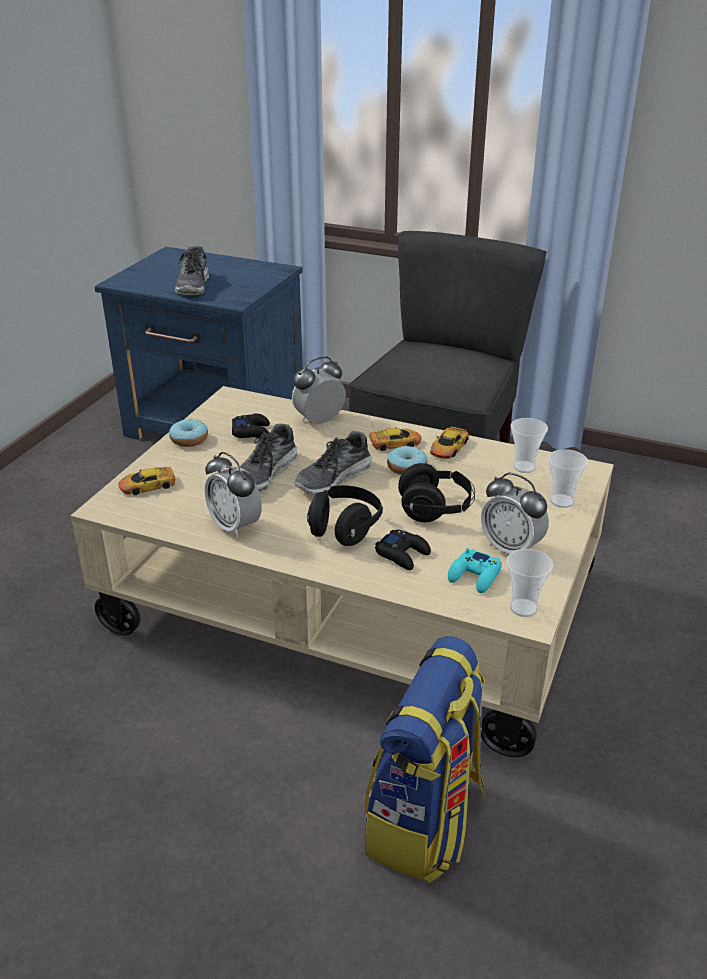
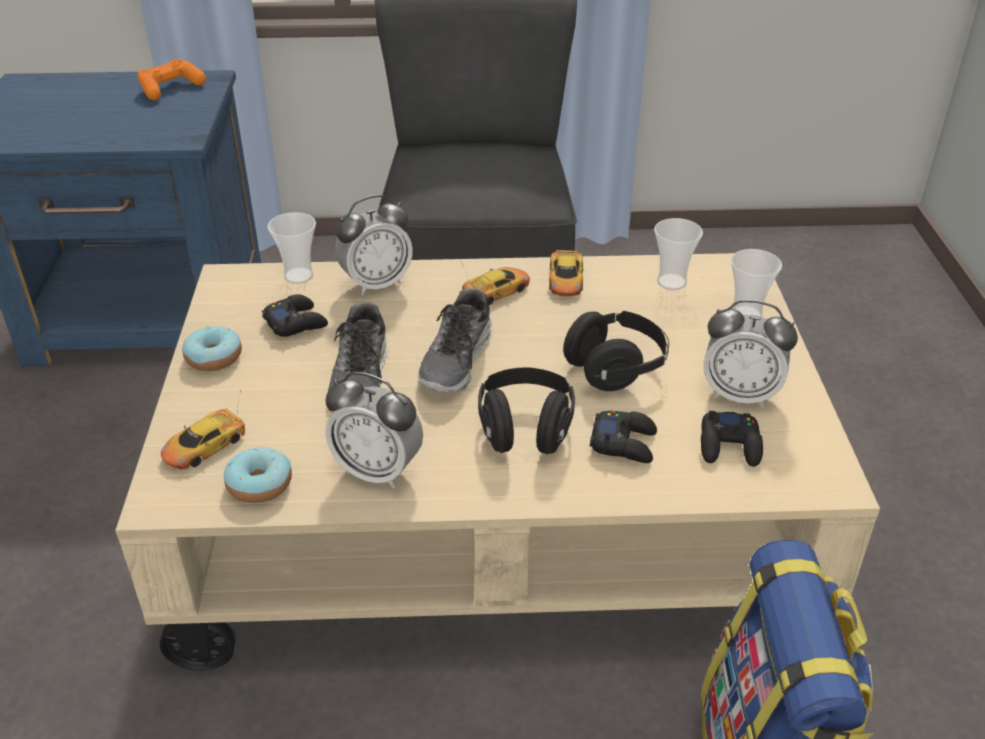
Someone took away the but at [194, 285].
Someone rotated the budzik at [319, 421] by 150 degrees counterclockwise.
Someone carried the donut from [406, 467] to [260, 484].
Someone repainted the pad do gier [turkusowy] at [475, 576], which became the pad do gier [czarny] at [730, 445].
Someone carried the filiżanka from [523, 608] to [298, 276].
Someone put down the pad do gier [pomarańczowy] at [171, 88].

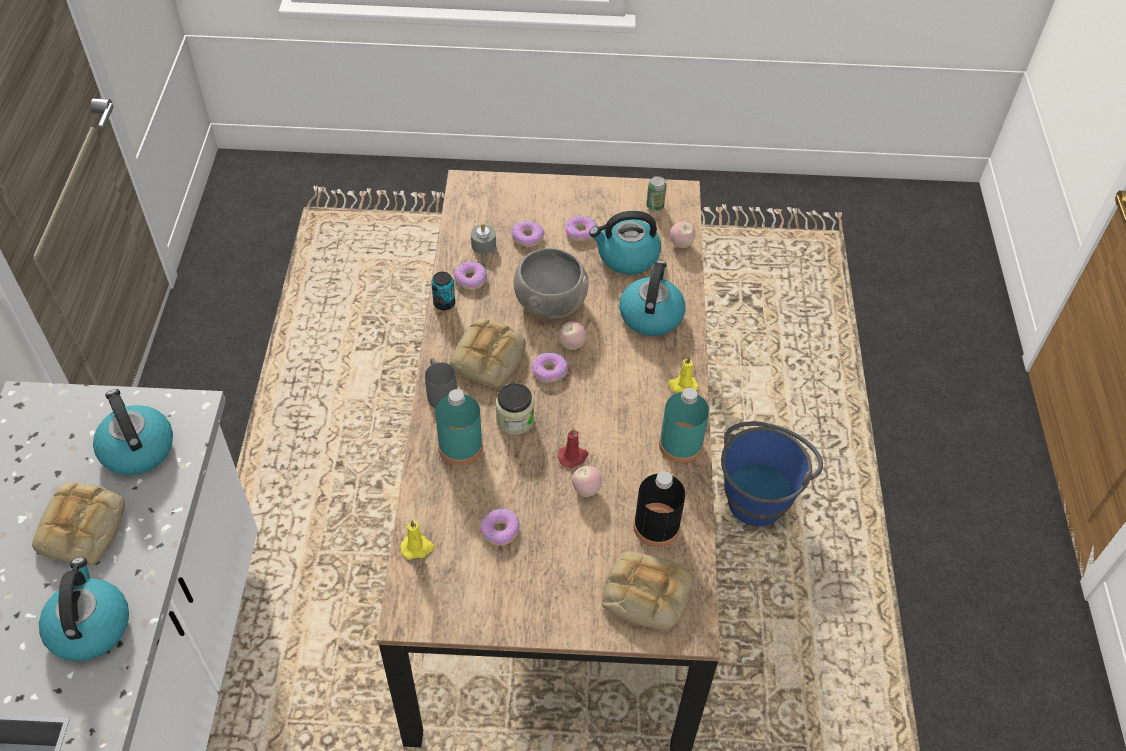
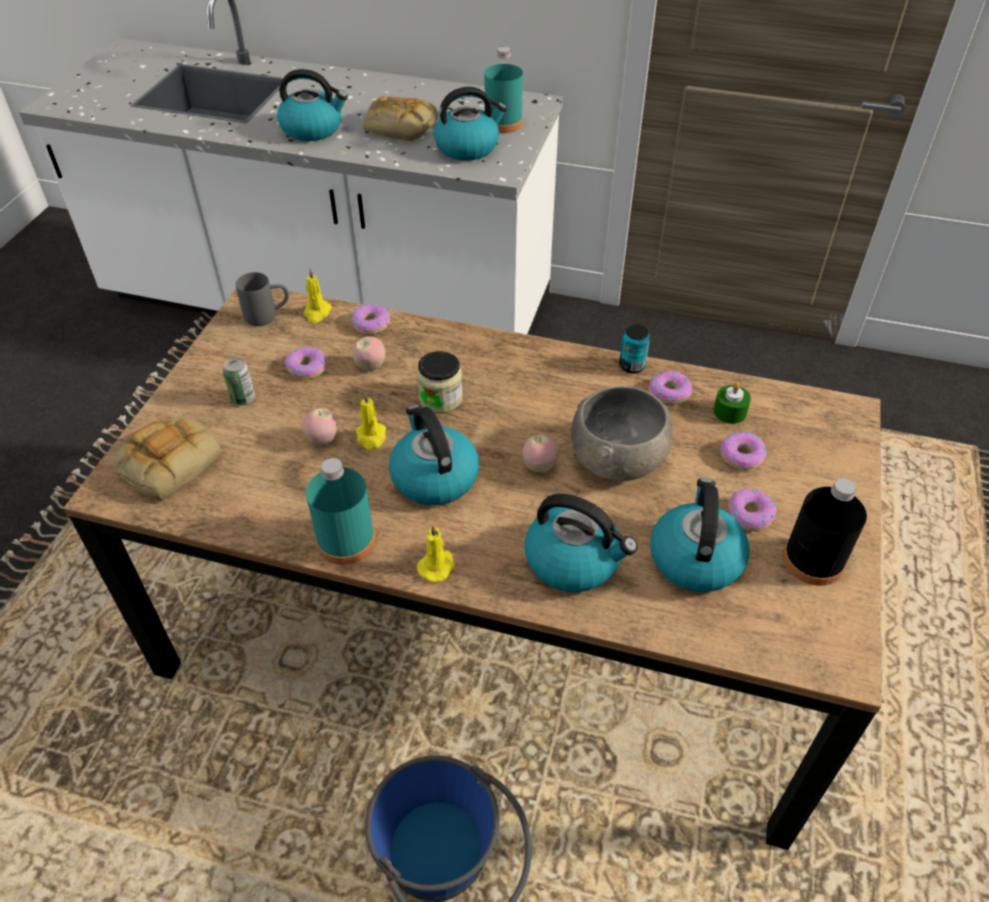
Someone carried the puszka from [655, 206] to [243, 398].
Someone carried the jabłko from [681, 244] to [370, 366].
Someone repainted the świeca [szary] at [483, 245], which became the świeca [zielony] at [729, 412].
Someone took away the chleb at [489, 359].
Someone carried the donut from [549, 371] to [371, 324].
Someone carried the kubek [szary] from [440, 393] to [268, 316].
Someone carried the butelka [turkusowy] from [460, 446] to [503, 123].
Someone repainted the świeca [czerwony] at [573, 456], which became the świeca [żółty] at [371, 437].
Someone carried the butelka [czarny] from [656, 526] to [813, 560].
Someone put down the czajnik at [433, 477].

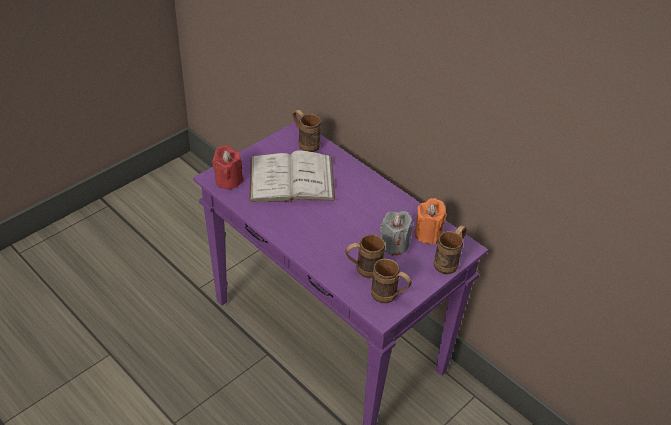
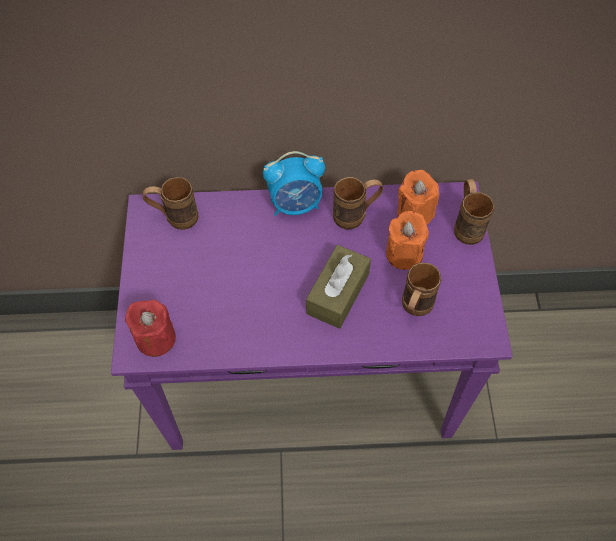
Someone took away the książka [biały] at [291, 179].
Someone repainted the świeca [szary] at [394, 245], which became the świeca [pomarańczowy] at [404, 254].
Someone carried the kubek [brązowy] from [389, 297] to [356, 216].
Someone put down the budzik at [296, 205].
Someone put down the pudełko chusteczek [brązowy] at [338, 293].

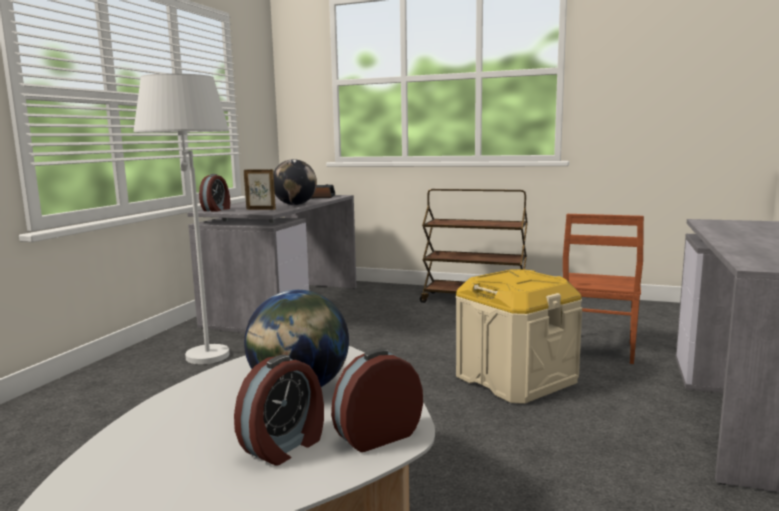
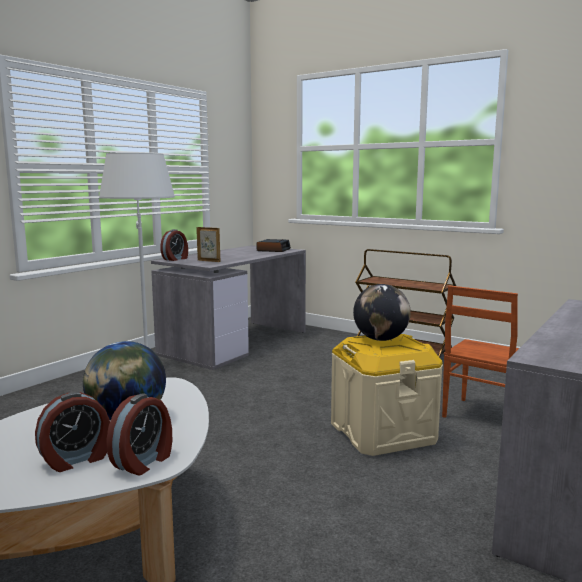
Someone carried the globus from [295, 204] to [380, 339].
Someone rotated the budzik at [376, 435] by 135 degrees clockwise.

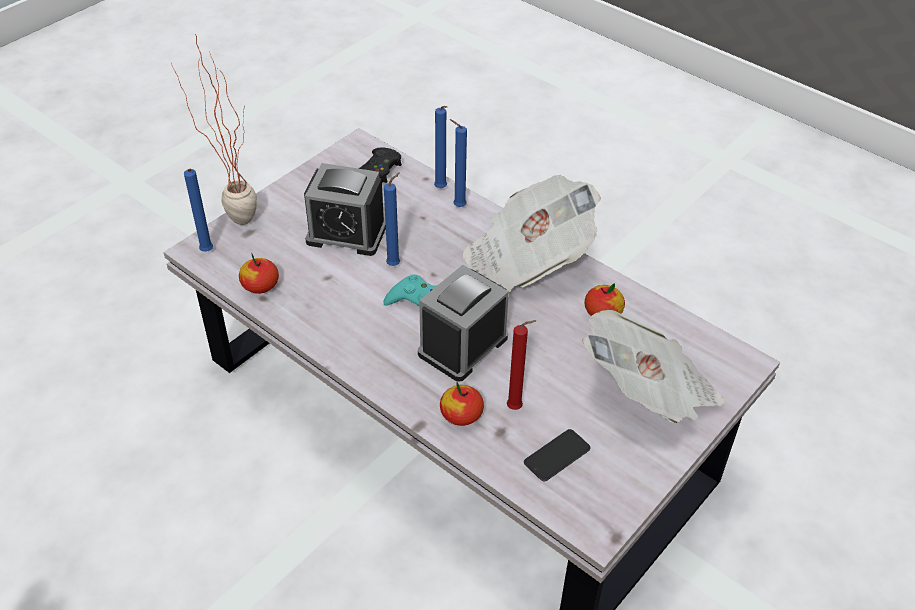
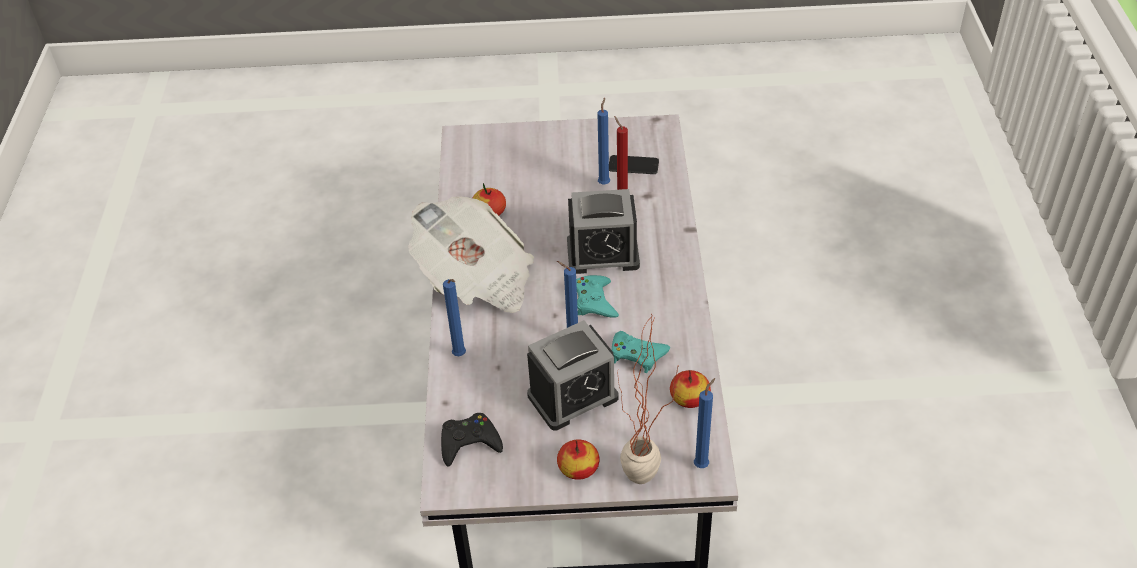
Someone carried the świeca [niebieski] from [441, 189] to [604, 183].
Someone rotated the budzik at [346, 233] by 90 degrees clockwise.
Someone took away the gazeta at [649, 392].
Someone carried the jabłko from [461, 415] to [578, 468].
Someone put down the pad do gier [turkusowy] at [637, 355].

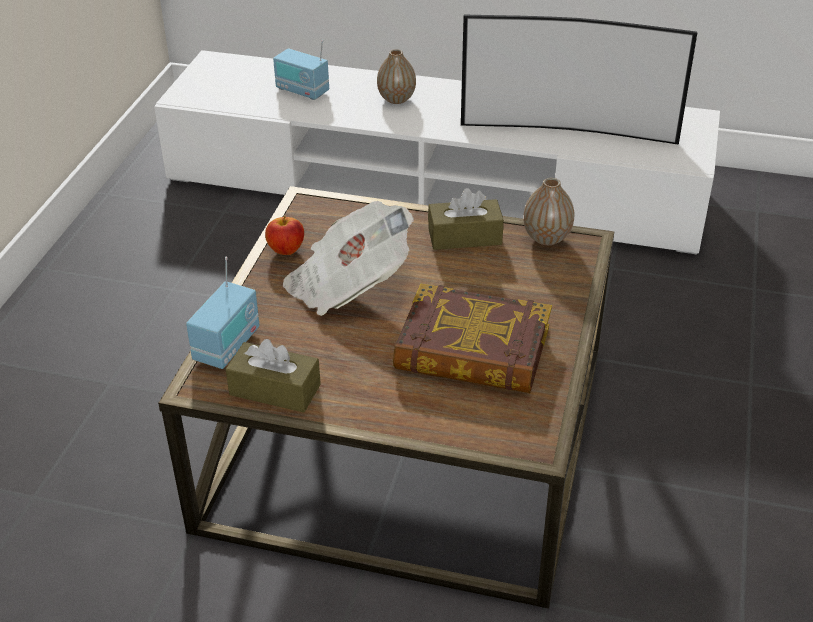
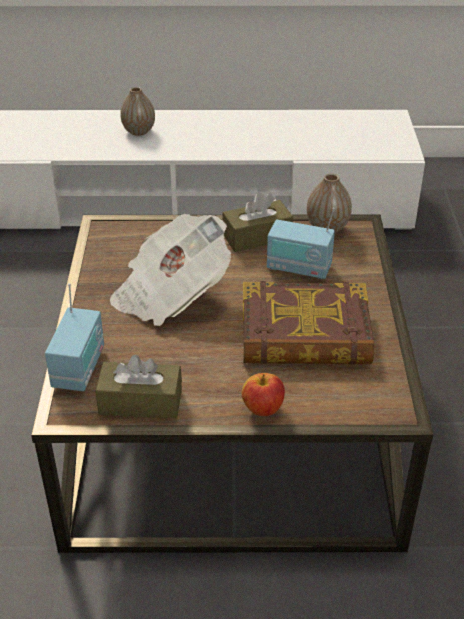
Someone took away the telewizor at [568, 129].
Someone carried the radio from [302, 91] to [299, 268].
Someone carried the jabłko from [286, 250] to [263, 408].

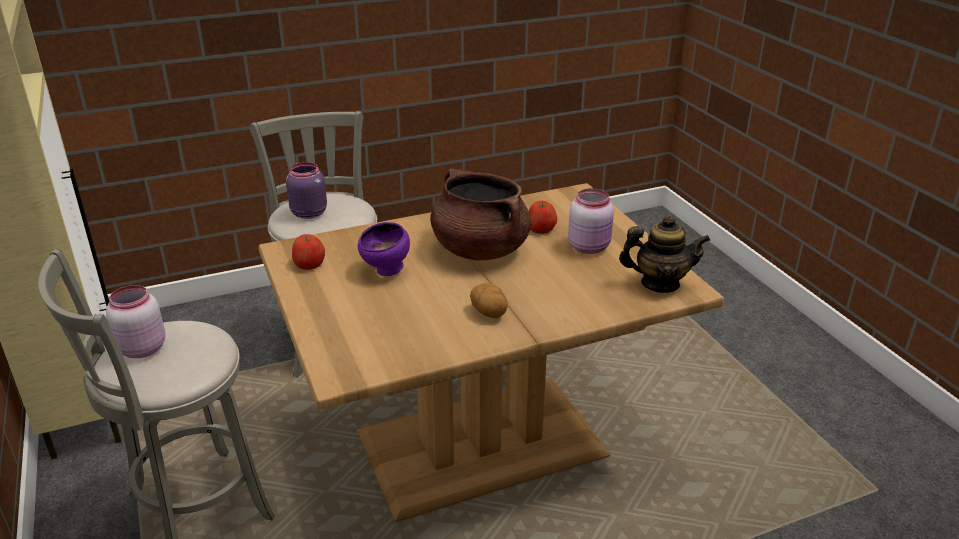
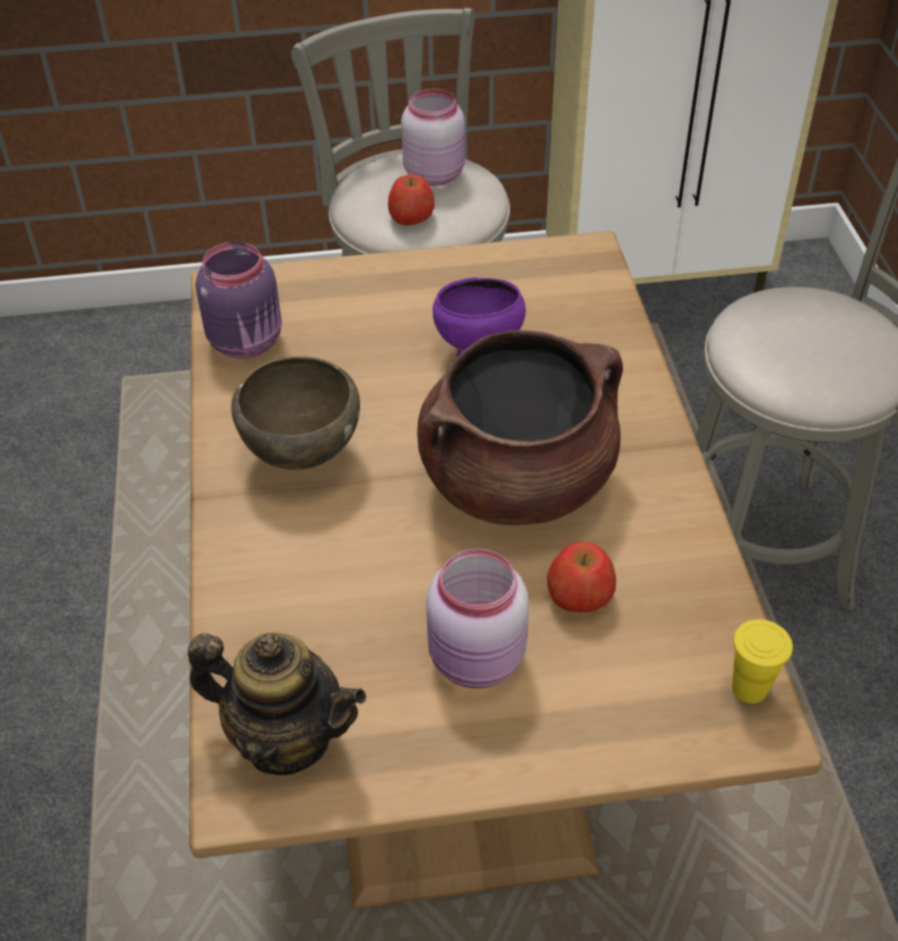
Someone carried the słoik [fioletowy] from [308, 213] to [248, 341].
Someone rotated the imbryk at [659, 283] by 90 degrees counterclockwise.
Someone carried the jabłko from [309, 264] to [411, 217].
Someone swapped the ziemniak at [489, 313] for the miska [brązowy] at [301, 455].
Someone put down the filiżanka [żółty] at [749, 688].

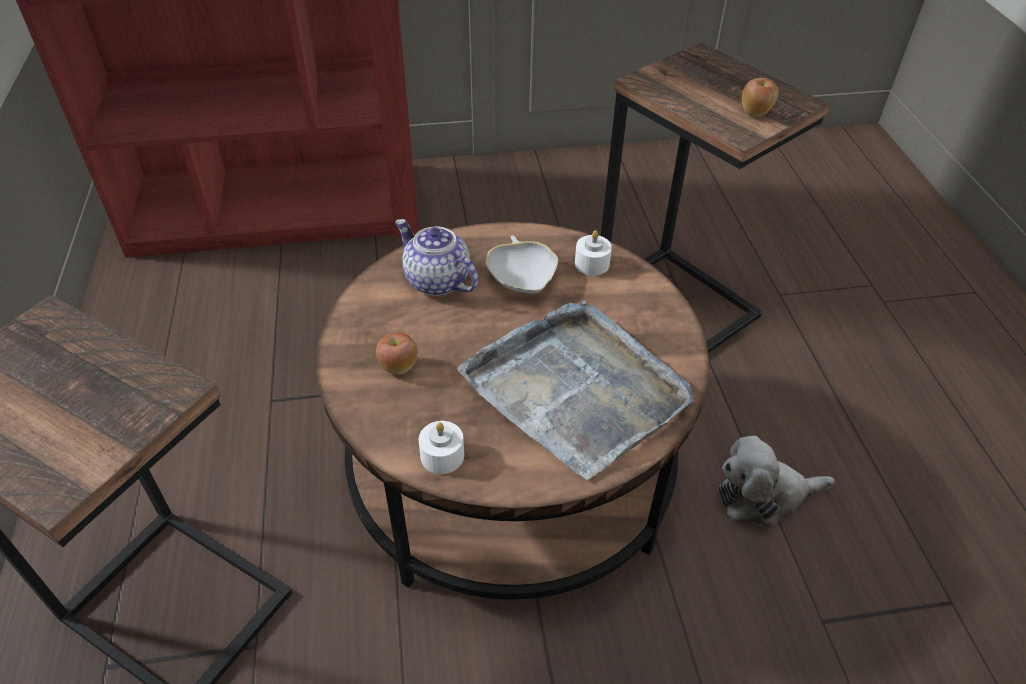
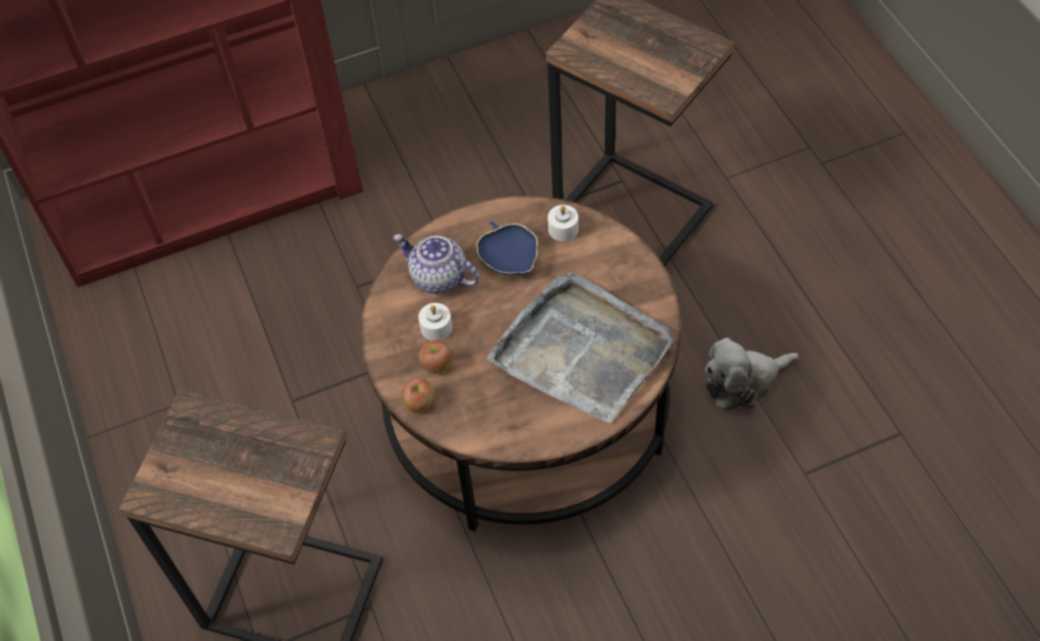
Someone carried the jabłko from [755, 113] to [420, 404].
Someone repainted the miska [biały] at [522, 278], which became the miska [niebieski] at [509, 258].
Someone carried the świeca [biały] from [442, 456] to [436, 327].

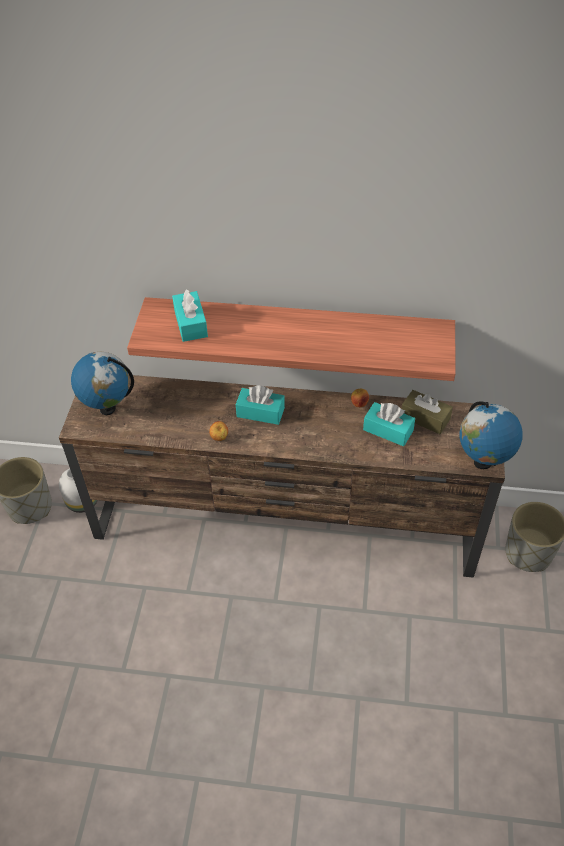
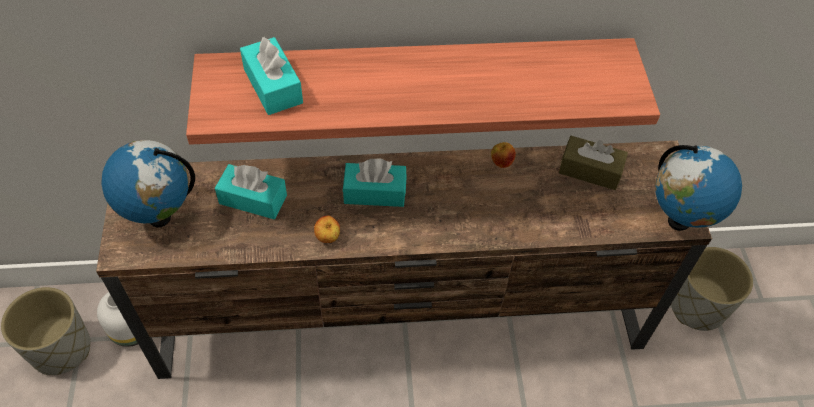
Someone carried the pudełko chusteczek [turkusowy] from [388, 430] to [253, 199].

